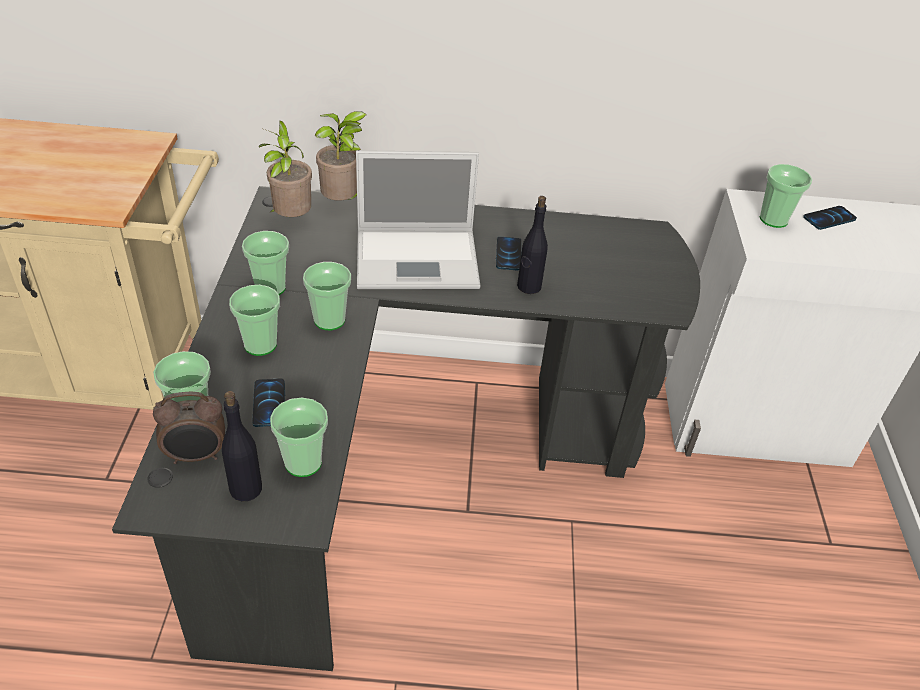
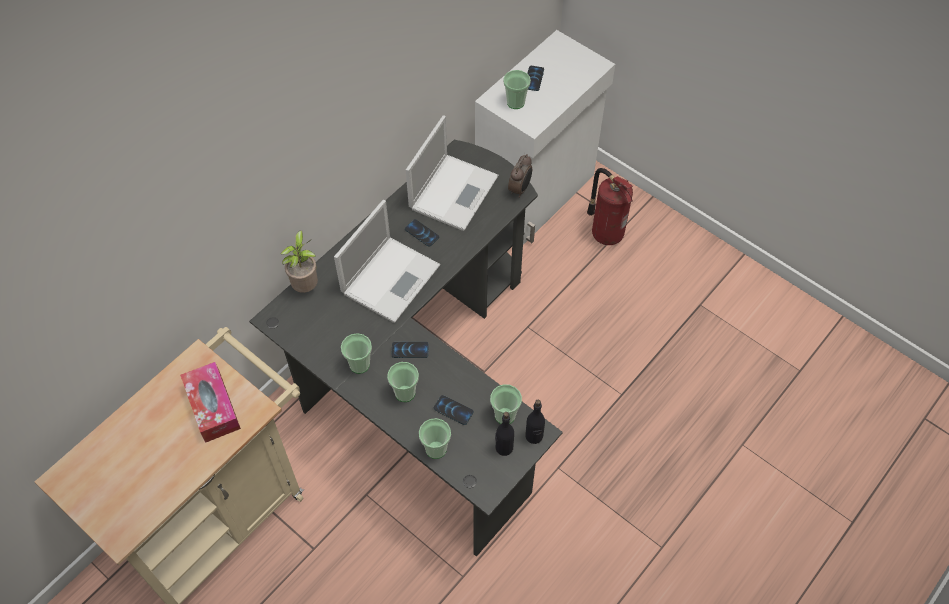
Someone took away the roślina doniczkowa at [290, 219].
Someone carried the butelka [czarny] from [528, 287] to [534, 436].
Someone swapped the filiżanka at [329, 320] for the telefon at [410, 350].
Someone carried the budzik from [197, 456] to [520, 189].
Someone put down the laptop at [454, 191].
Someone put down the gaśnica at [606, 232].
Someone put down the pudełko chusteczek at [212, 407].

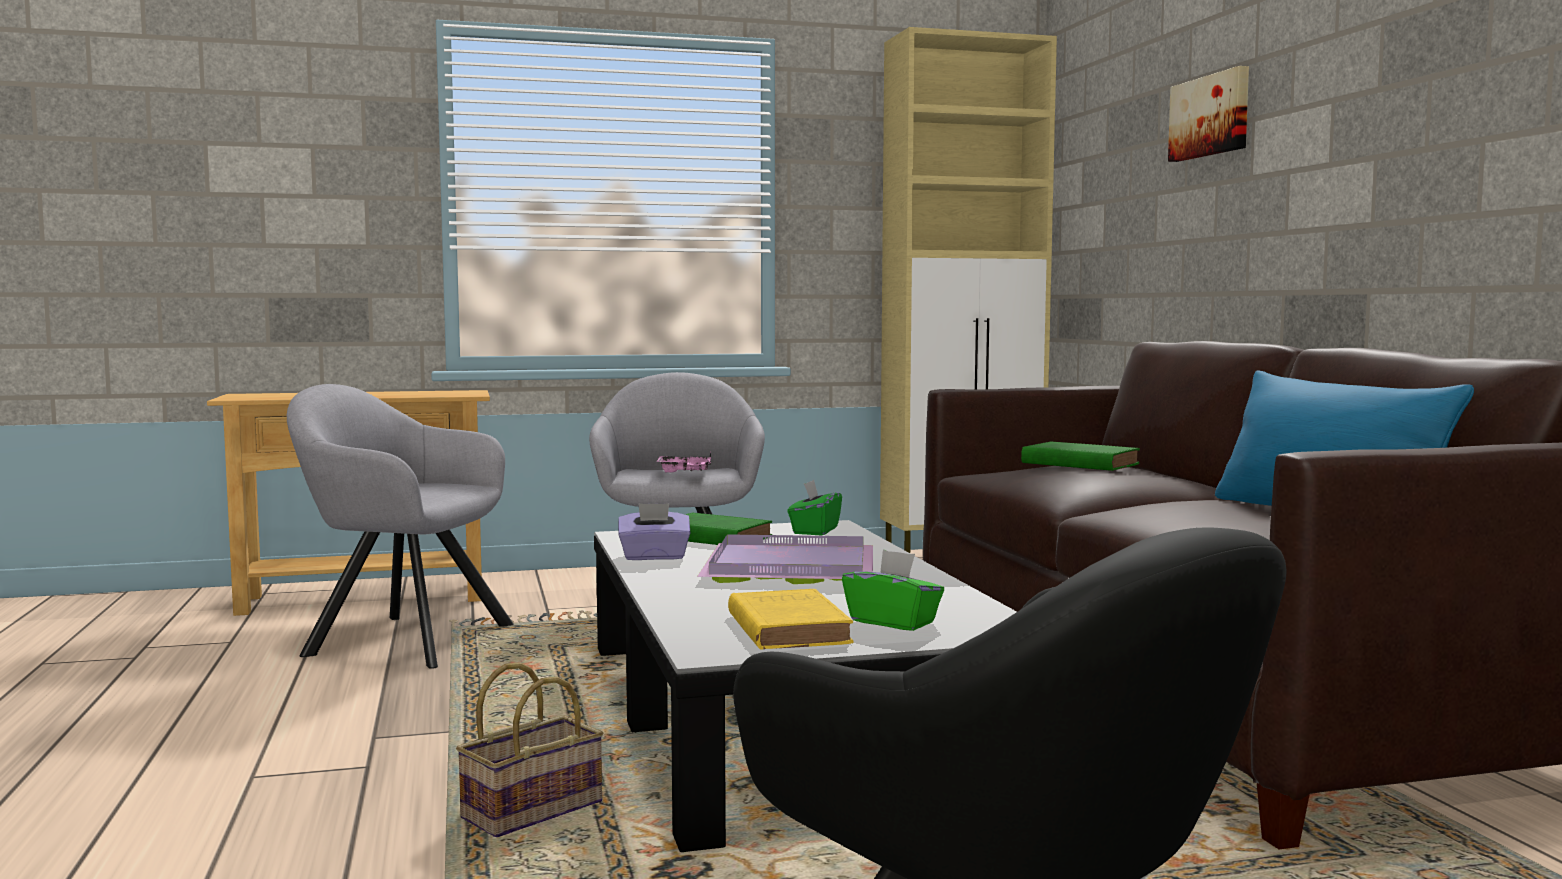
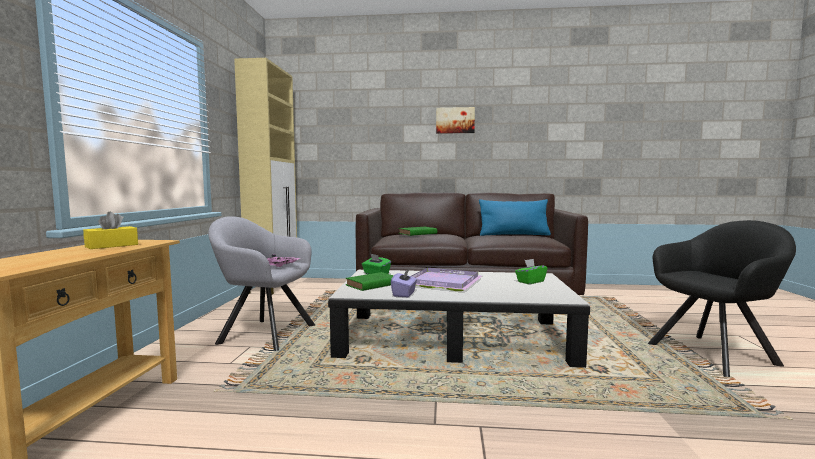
Someone carried the obraz from [1211, 116] to [455, 120].
Someone took away the fotel [szary] at [401, 639].
Someone took away the książka [żółty] at [787, 628].
Someone took away the koszyk at [534, 809].
Someone put down the pudełko chusteczek [żółty] at [112, 246].

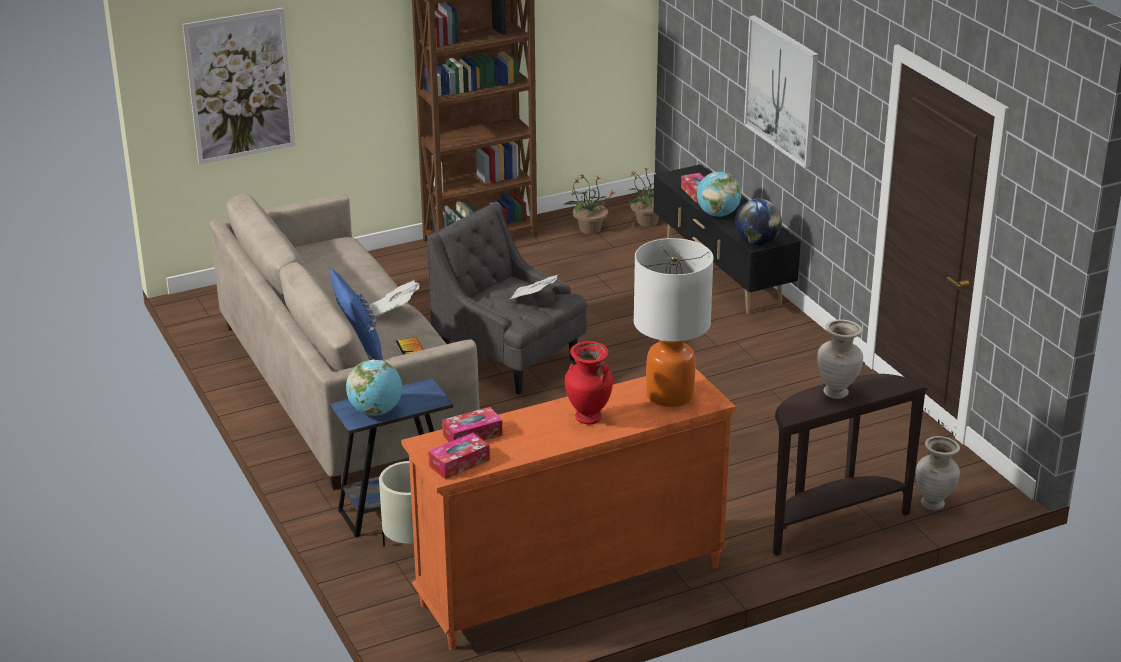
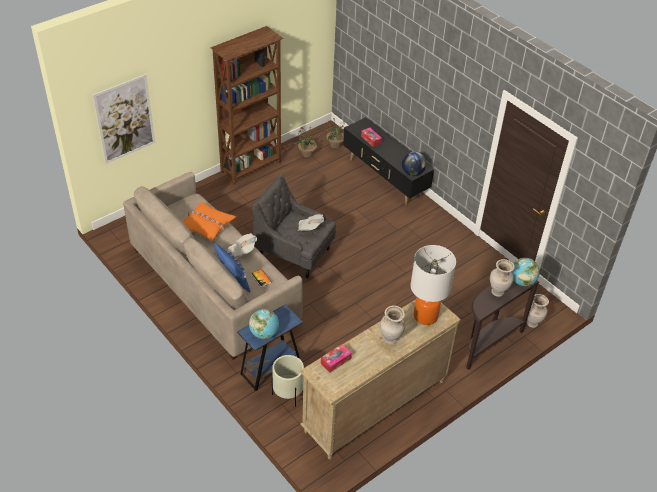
Someone took away the obraz at [782, 90].
Someone carried the globus from [718, 214] to [522, 281].
Someone repainted the wazon [czerwony] at [588, 418], which became the wazon [beżowy] at [390, 339].
Someone repainted the komoda [pomarańczowy] at [570, 586], which became the komoda [beżowy] at [374, 406].
Someone took away the pudełko chusteczek at [459, 463].
Someone put down the poduszka [pomarańczowy] at [207, 225].

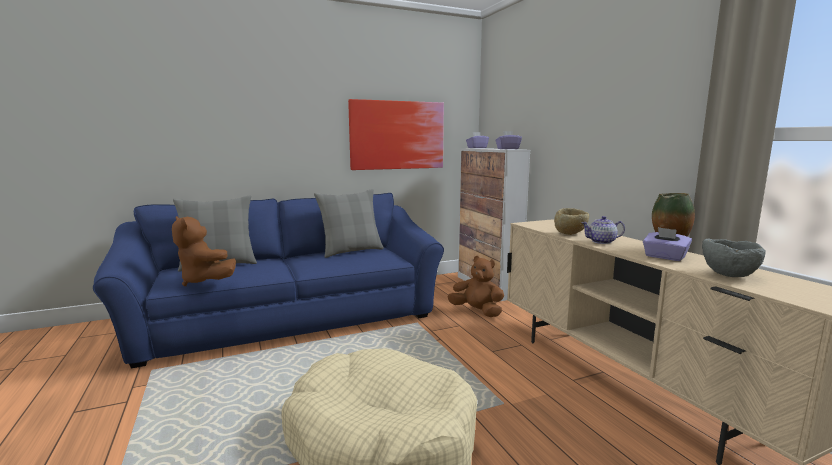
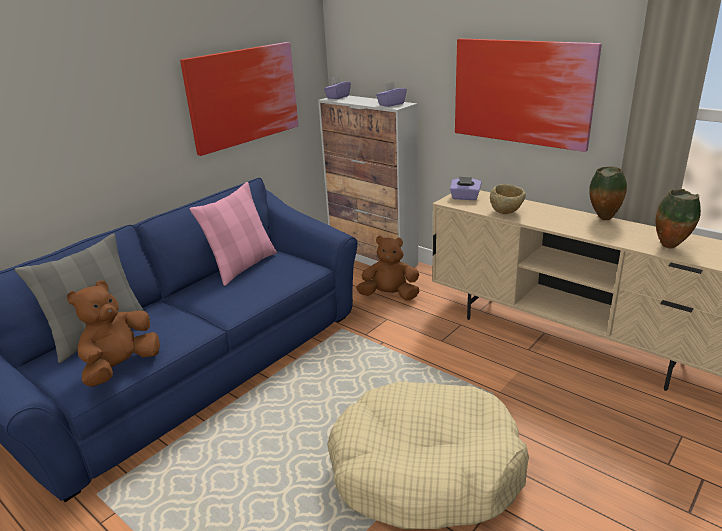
Someone repainted the poduszka [szary] at [351, 251], which became the poduszka [różowy] at [242, 266].
Someone rotated the pluszak [brązowy] at [204, 281] by 105 degrees clockwise.
Someone took away the imbryk at [602, 242].
Someone carried the pudełko chusteczek [fioletowy] from [664, 257] to [465, 197].
Someone swapped the miska [szary] at [728, 275] for the wazon at [671, 247].
Someone put up the obraz at [521, 92].

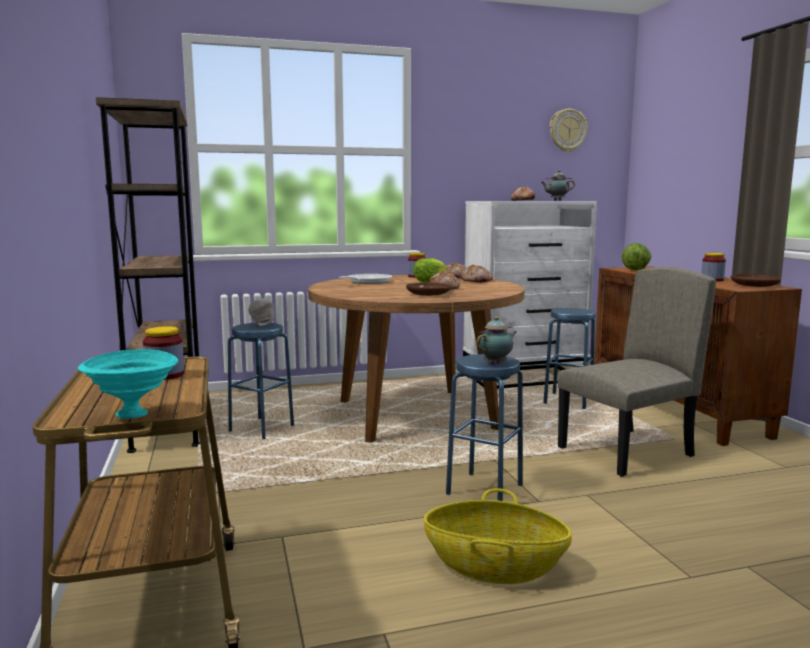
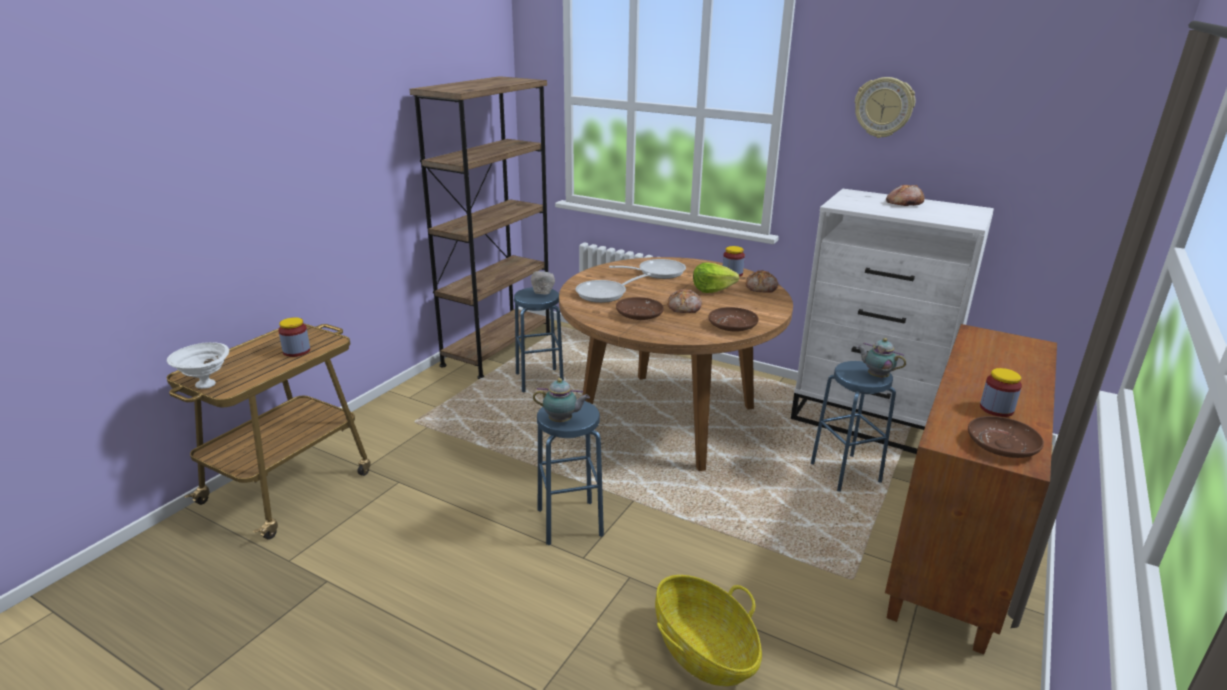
Someone carried the zegar ścienny from [567, 130] to [884, 107].
Someone carried the imbryk from [556, 200] to [876, 376].
Someone took away the sałata at [636, 269].
Someone took away the chleb at [477, 281].
Someone took away the krzesło [beżowy] at [626, 452].
Someone repainted the miska [turkusowy] at [134, 414], which became the miska [biały] at [207, 385].
Someone carried the koszyk from [495, 566] to [704, 651].
Someone put down the patelnia at [605, 294].
Someone put down the talerz [brązowy] at [732, 325].

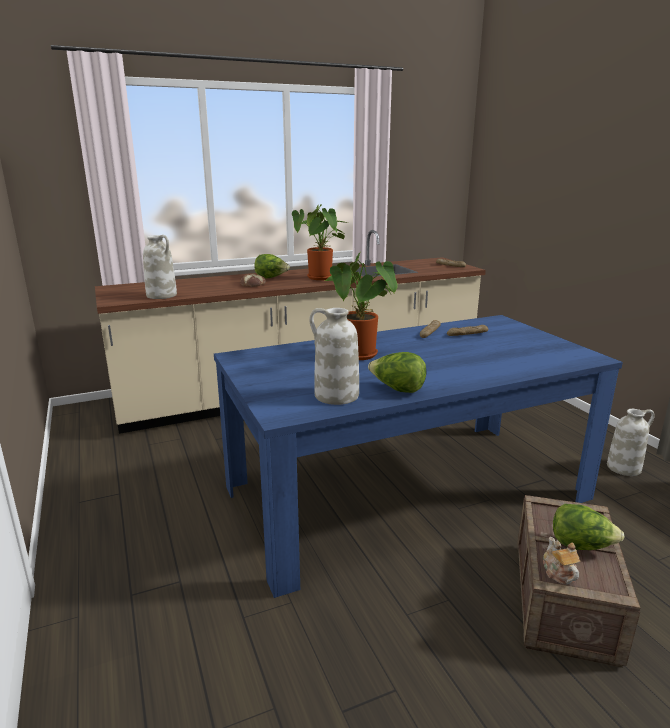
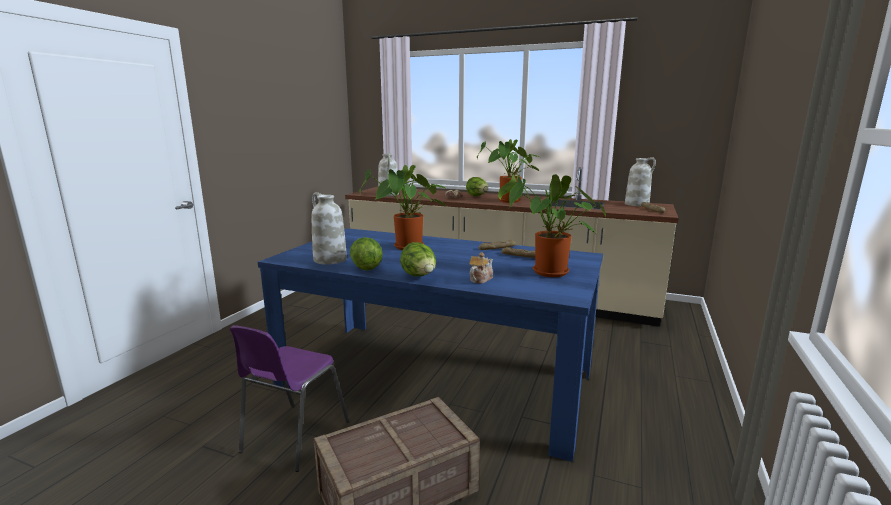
Someone carried the wazon [biały] from [624, 467] to [637, 204].
Someone carried the sałata from [581, 545] to [419, 277].
Someone carried the imbryk from [558, 572] to [480, 279].
Someone put down the roślina doniczkowa at [546, 273].
Someone put down the krzesło [fioletowy] at [293, 437].

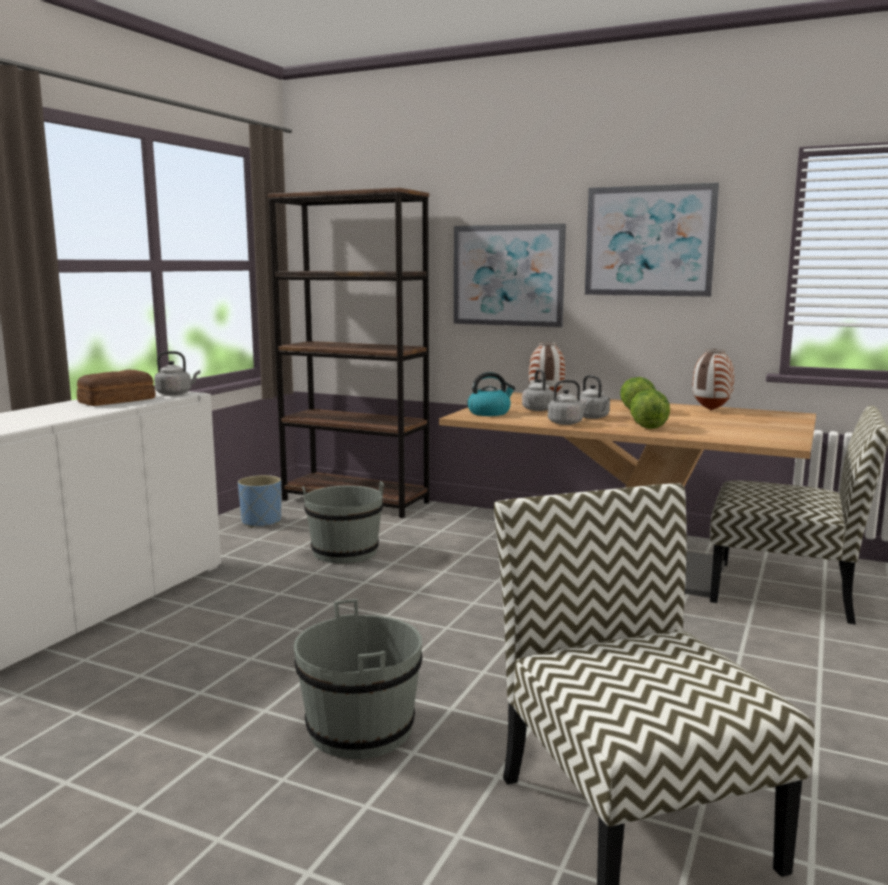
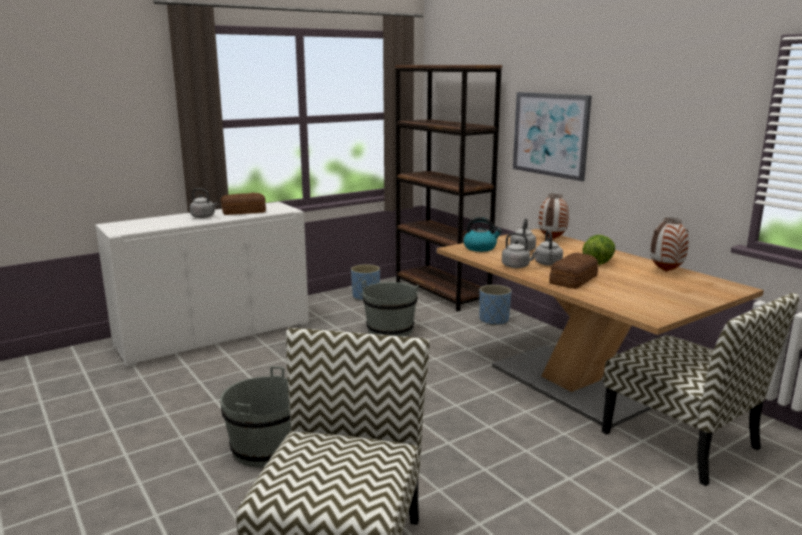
Someone took away the obraz at [649, 241].
Someone carried the czajnik [szary] from [176, 394] to [204, 217].
Someone swapped the sałata at [648, 427] for the chleb at [572, 280].
Someone put down the donica [niebieski] at [493, 320].

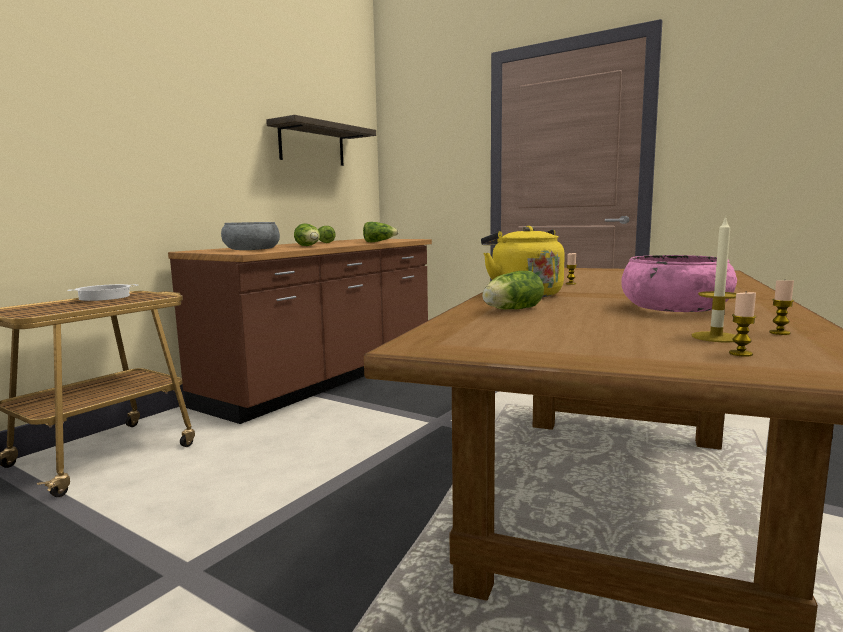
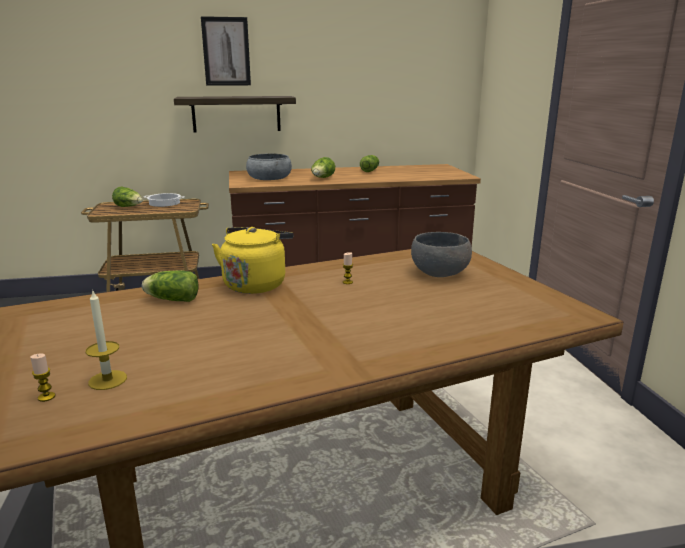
Someone carried the półka from [312, 145] to [236, 114].
Someone carried the sałata from [379, 242] to [129, 207].
Someone took away the miska [różowy] at [674, 308].
Someone took away the świeca at [779, 333].
Someone put up the obraz at [226, 51].
Someone put down the miska [szary] at [440, 273].

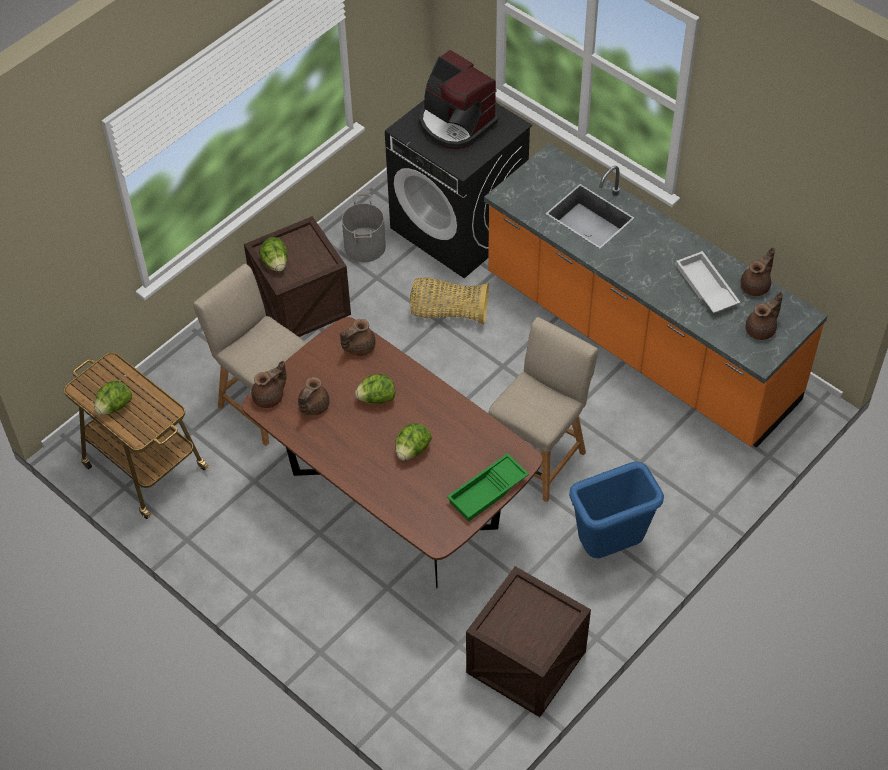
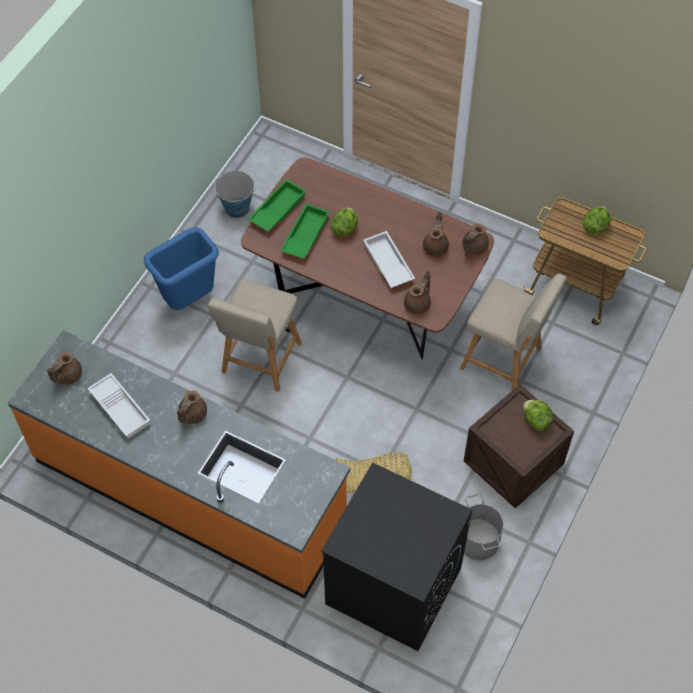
Someone took away the ekspres do kawy at [455, 123].
Someone carried the imbryk [brązowy] from [756, 286] to [192, 415].
Someone swapped the sałata at [376, 398] for the taca [biały] at [387, 263].
Someone swapped the skrzynka at [526, 662] for the wiadro at [237, 208].
Someone put down the taca [zielony] at [304, 235].

